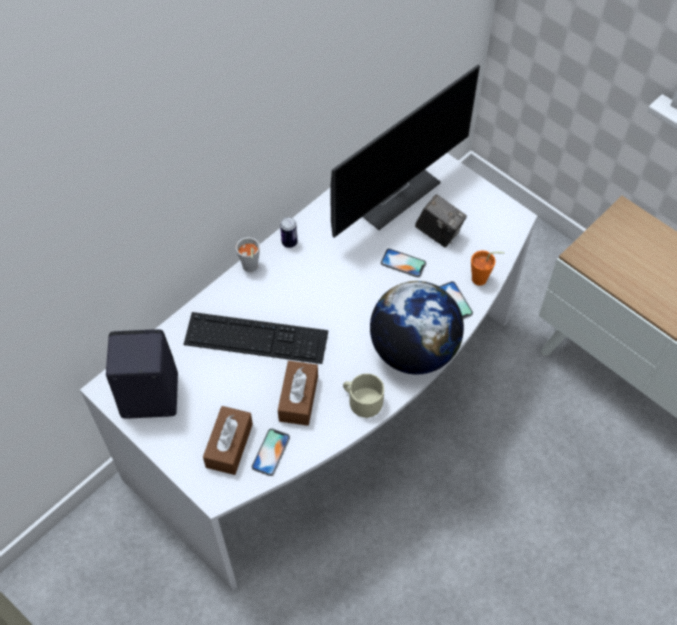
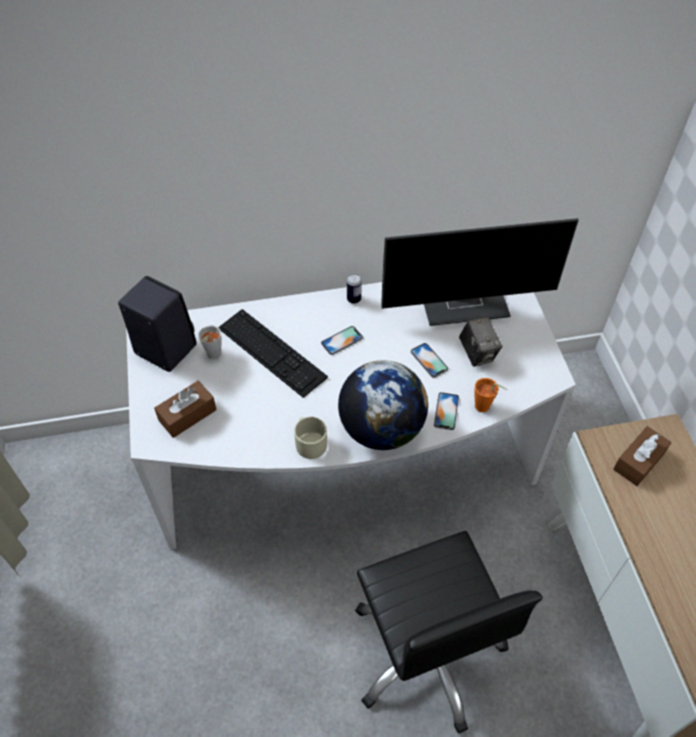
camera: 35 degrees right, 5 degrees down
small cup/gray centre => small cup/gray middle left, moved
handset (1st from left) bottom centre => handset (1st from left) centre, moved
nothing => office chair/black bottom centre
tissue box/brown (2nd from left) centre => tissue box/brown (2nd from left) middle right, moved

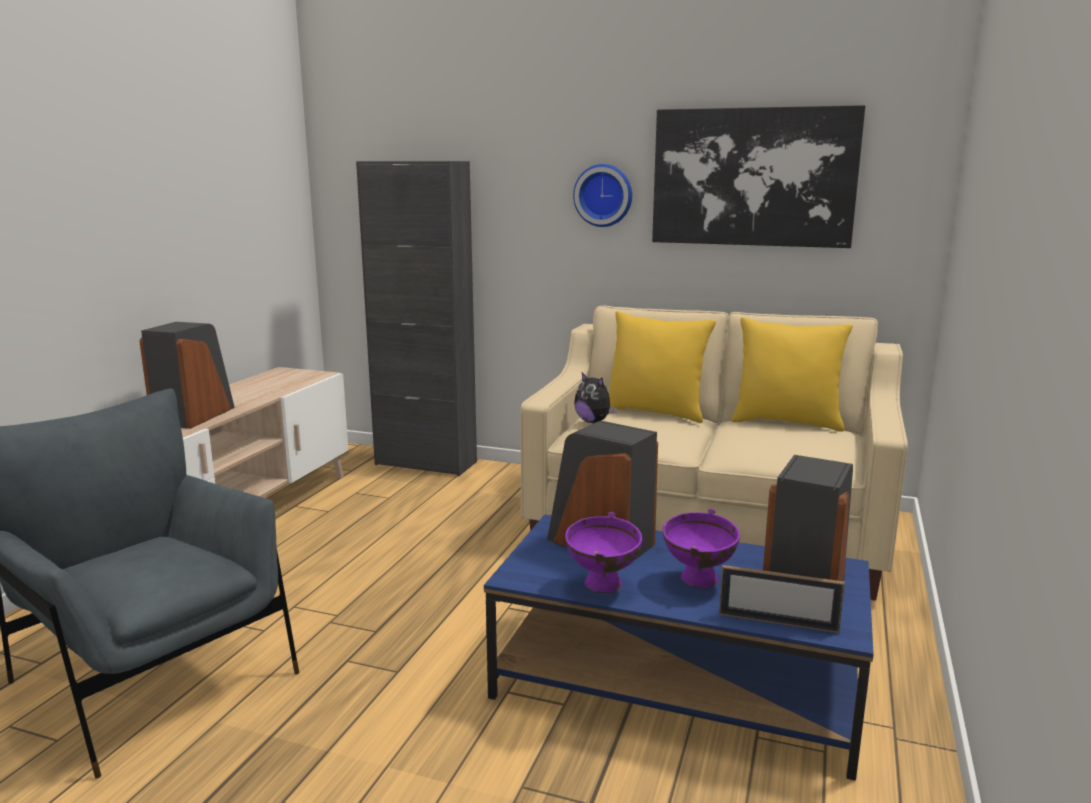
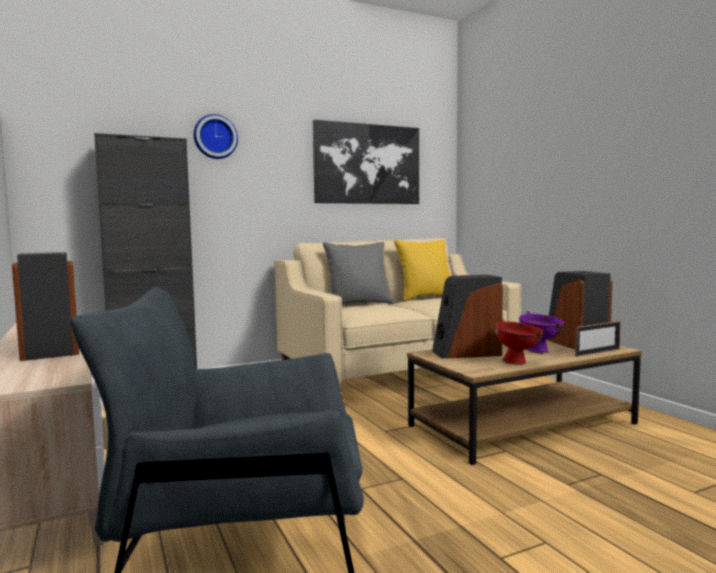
camera: 45 degrees left, 10 degrees down
hanging clock top centre => hanging clock top left, moved
throw pillow/yellow (1st from left) centre => throw pillow/gray centre
coffee table/blue bottom centre => coffee table/brown bottom right
deep dish/purple-coloured (1st from left) bottom centre => deep dish/red middle right
plush toy centre => nothing

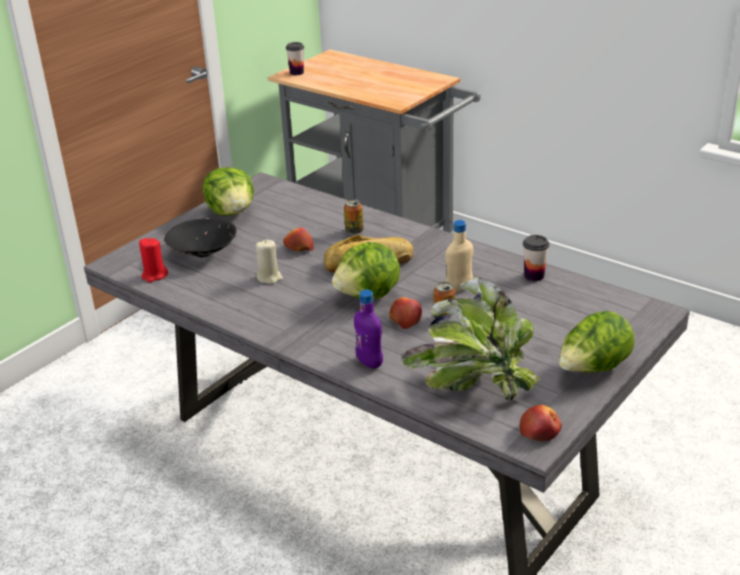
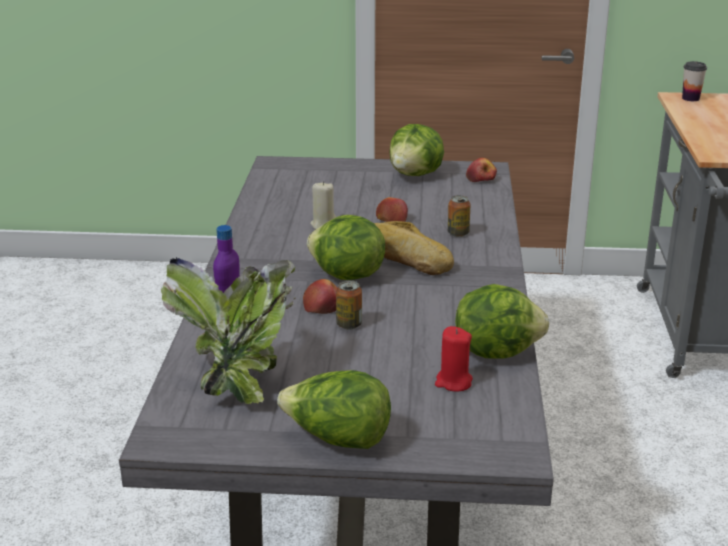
camera: 55 degrees right, 5 degrees down
wax light/red middle left => wax light/red centre, moved
small cup (2nd from left) middle right => lettuce head (4th from left) middle right
apple (3rd from left) bottom right => apple (3rd from left) top centre, moved
deep dish/black middle left => nothing
beverage bottle/beige-coloured centre => nothing

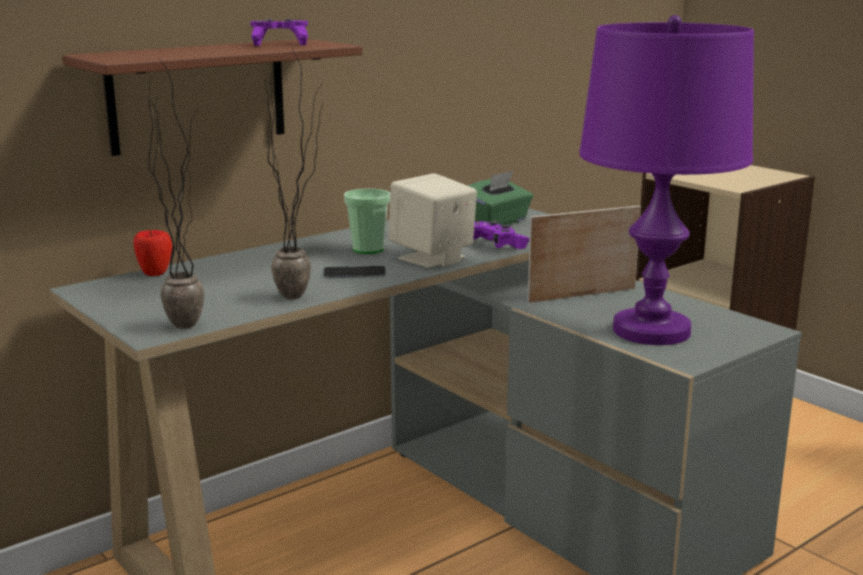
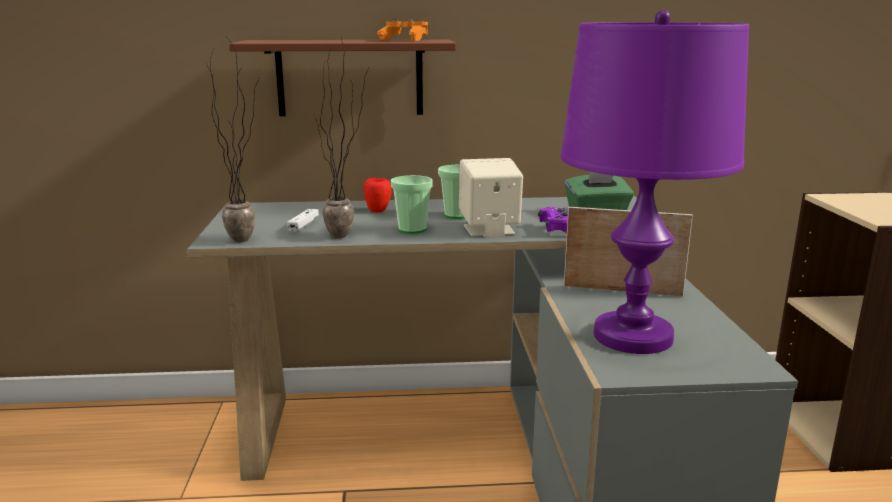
camera: 35 degrees right, 0 degrees up
nothing => gamepad/white centre
apple middle left => apple centre, moved
gamepad/purple-coloured (1st from left) top left => gamepad/orangey top centre
handset centre => small cup (1st from left) centre

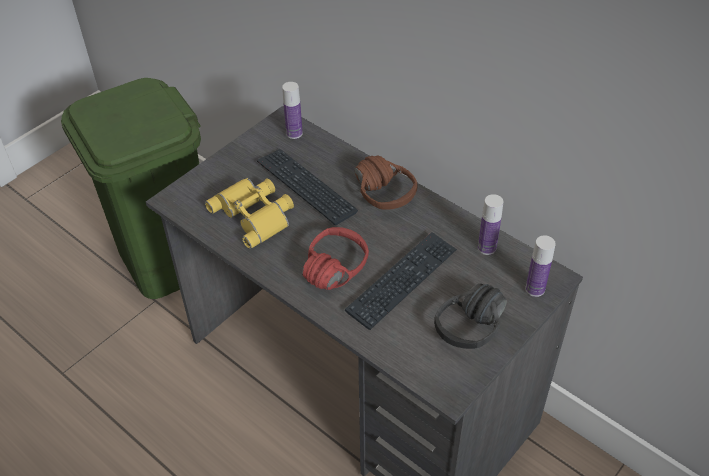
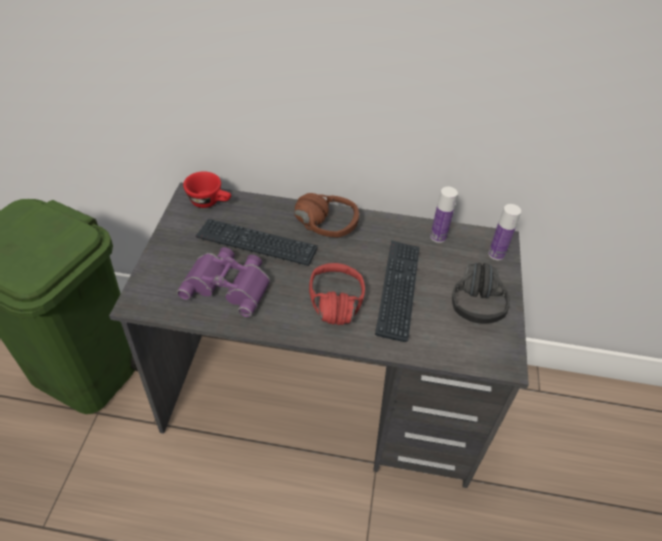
camera: 35 degrees left, 0 degrees up
pair of binoculars/yellow centre => pair of binoculars/purple-coloured centre
beverage bottle (1st from left) top centre => small cup/red middle left

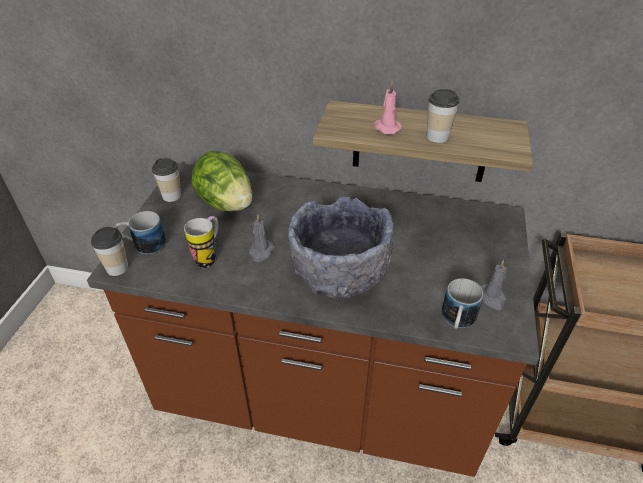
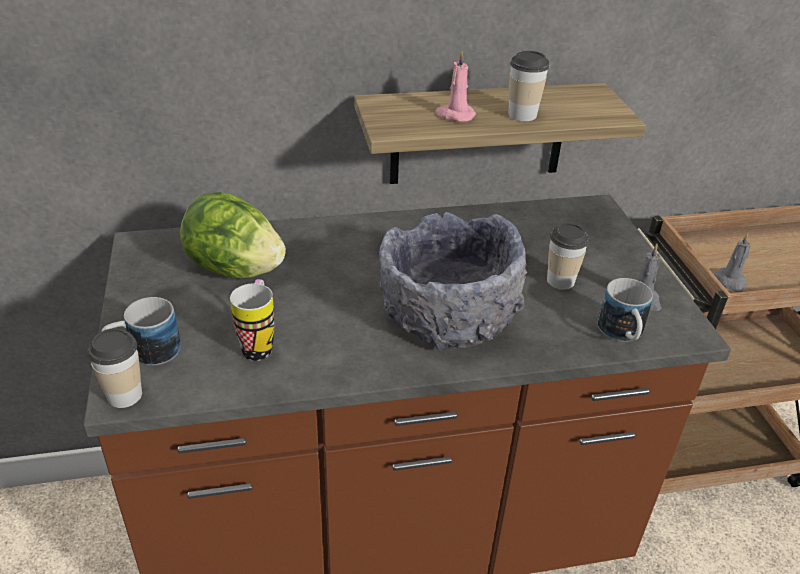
camera: 25 degrees left, 5 degrees down
small cup (2nd from left in the first image) middle left => small cup (3rd from left) middle right, moved
wax light/gray (1st from left in the first image) centre => wax light/gray (2nd from left) middle right, moved

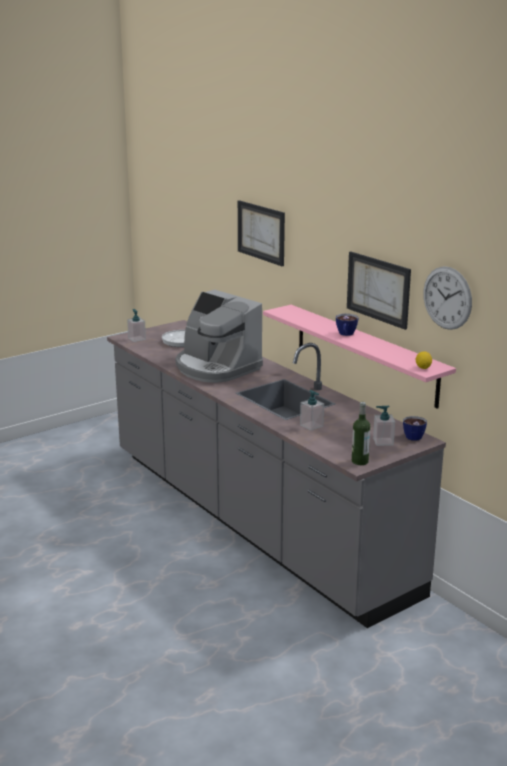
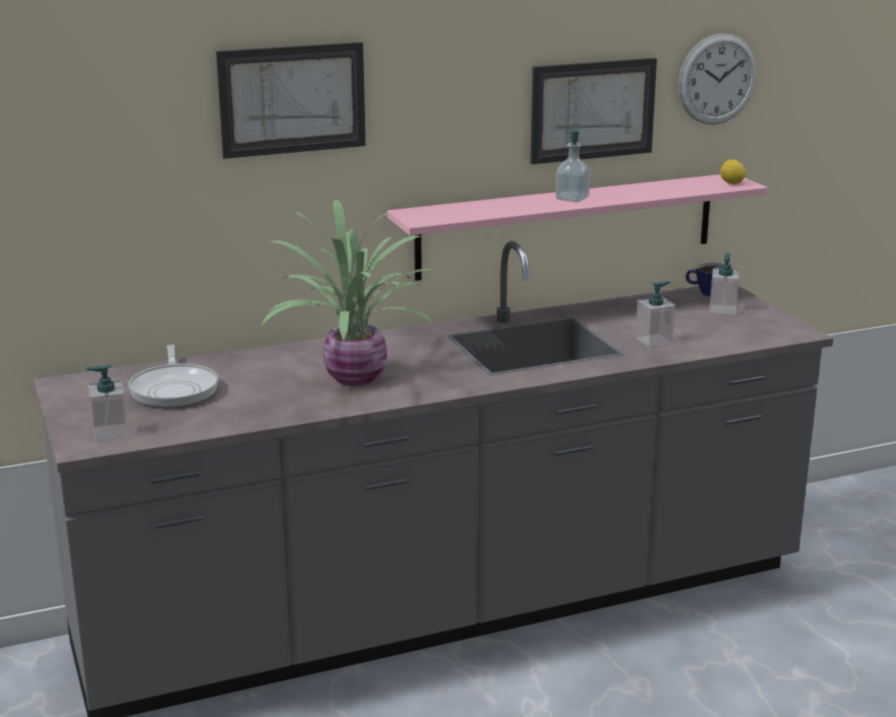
camera: 75 degrees left, 0 degrees up
coffee brewer centre => potted plant centre
small cup (1st from left) middle right => soap dispenser (2nd from left) top centre
beverage bottle middle right => nothing

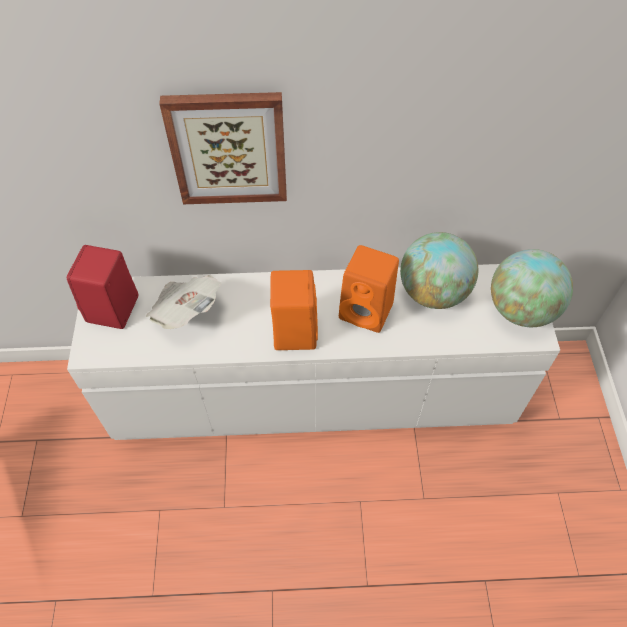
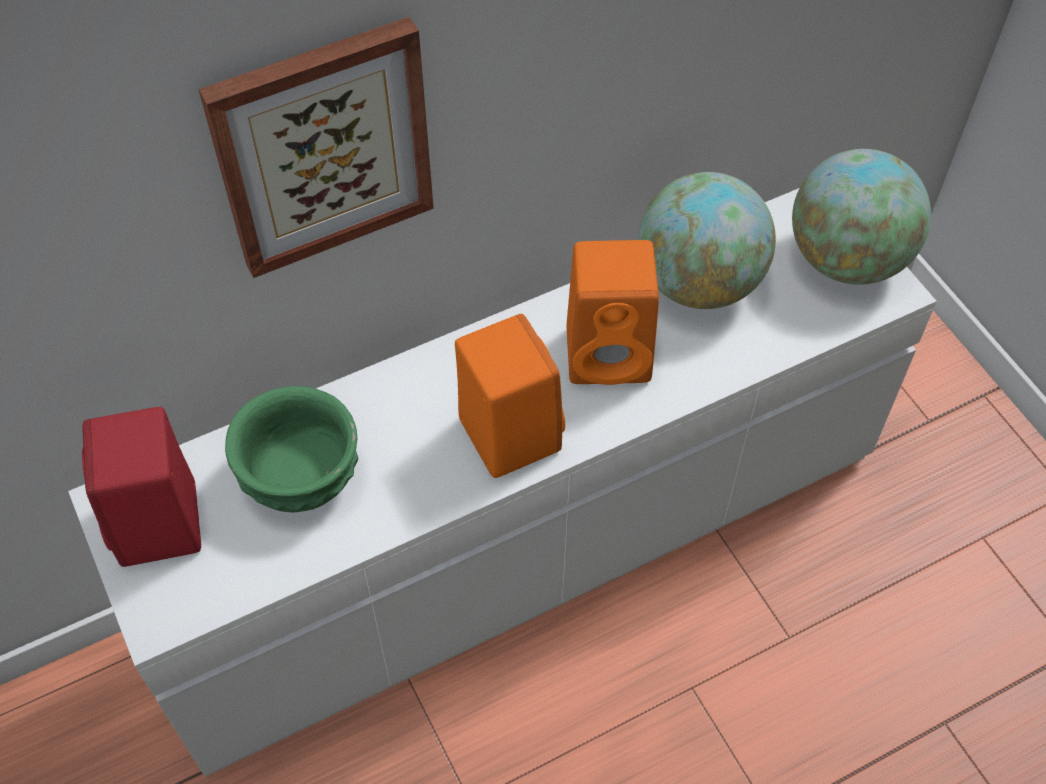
camera: 25 degrees left, 0 degrees up
printed paper middle left => deep dish/green middle left

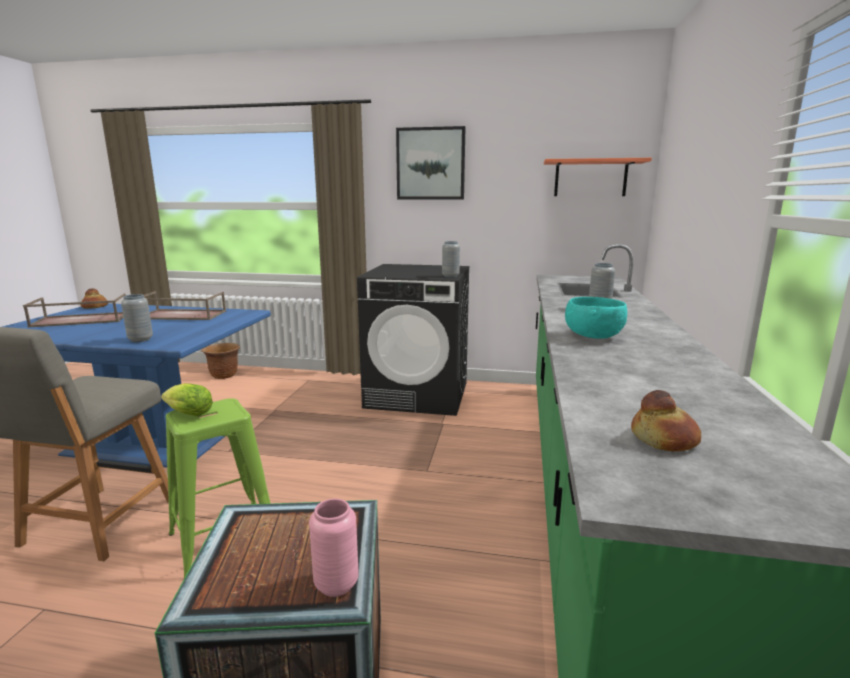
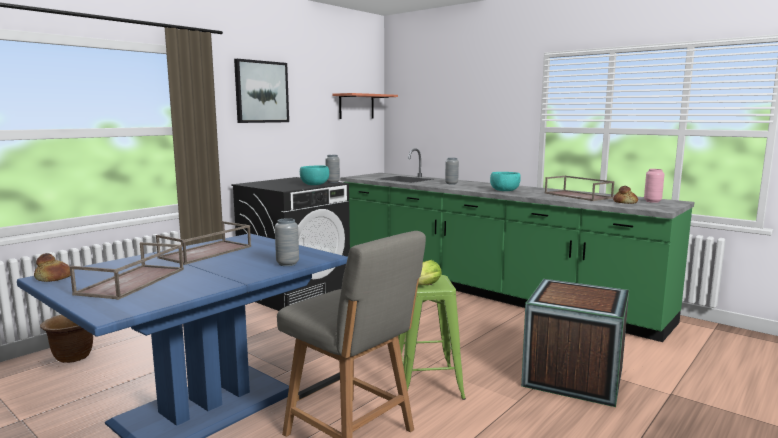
camera: 60 degrees left, 5 degrees down
nothing => deep dish/blue-green (1st from left) centre
nothing => serving tray/brown (3rd from left) middle right
decorative vase/pinkish bottom centre => decorative vase/pinkish middle right, moved

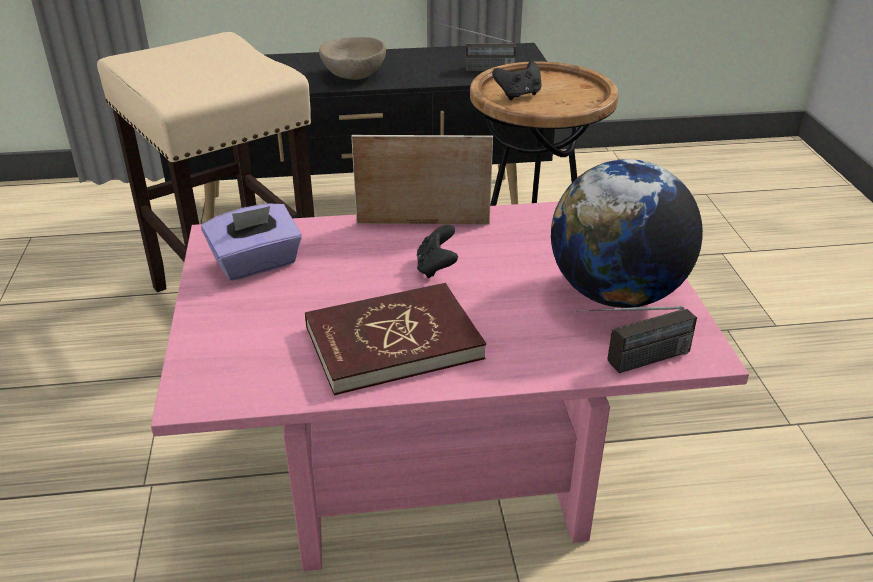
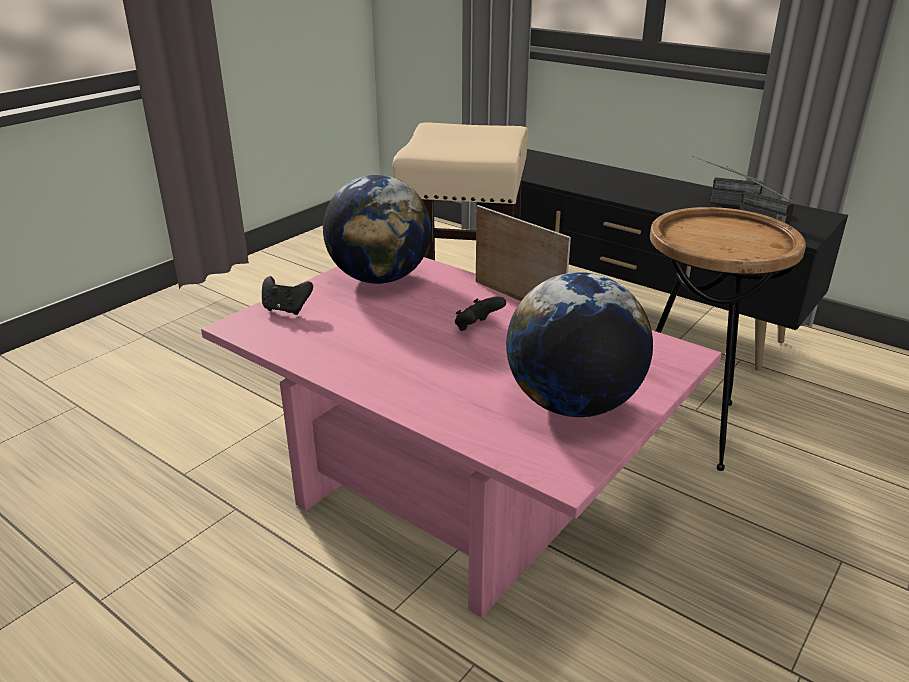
camera: 45 degrees right, 5 degrees down
gamepad/black (2nd from left in the first image) top centre => gamepad/black (1st from left) middle left, moved
tissue box/purple-coloured middle left => world globe (1st from left) centre
radio (2nd from left in the first image) middle right => radio (1st from left) top right, moved
bound book/red centre => nothing
deep dish/beige-coloured top centre => nothing

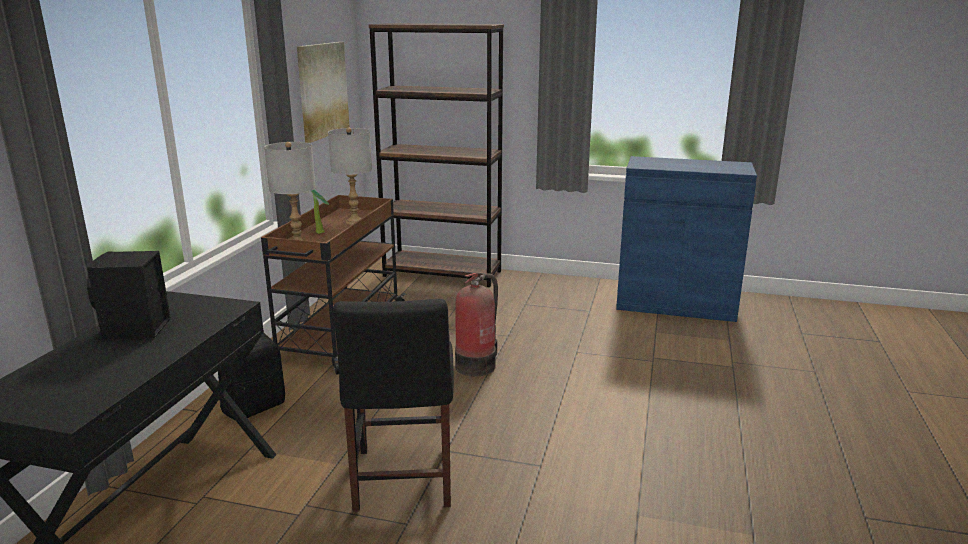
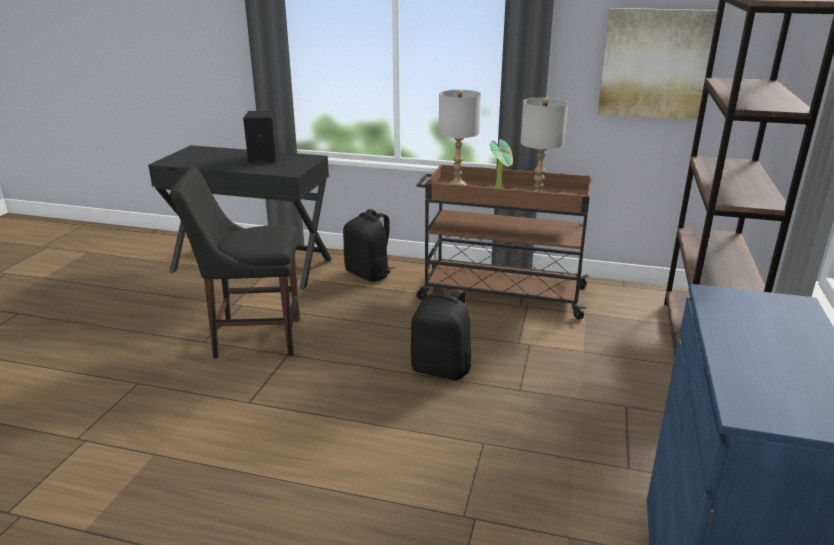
camera: 90 degrees right, 5 degrees up
fire extinguisher centre => backpack/black (2nd from left) centre

